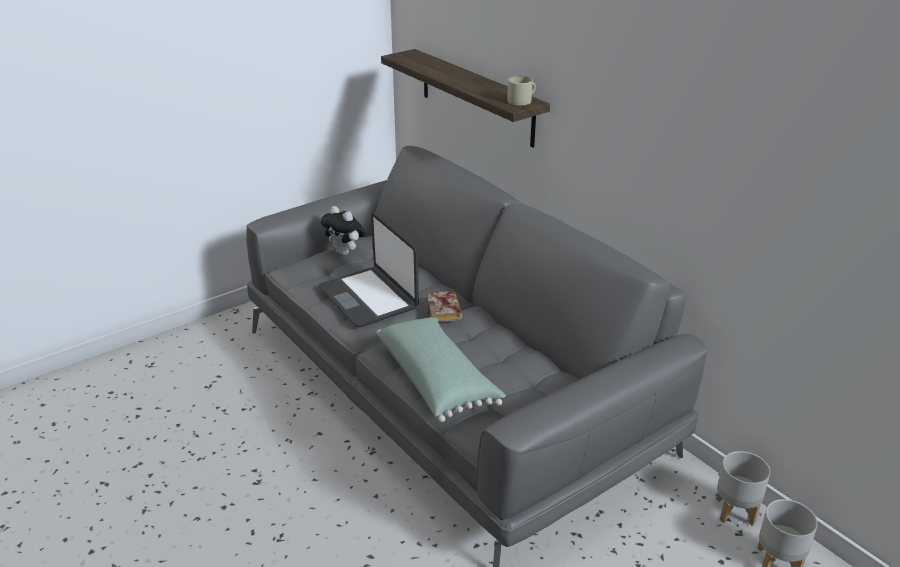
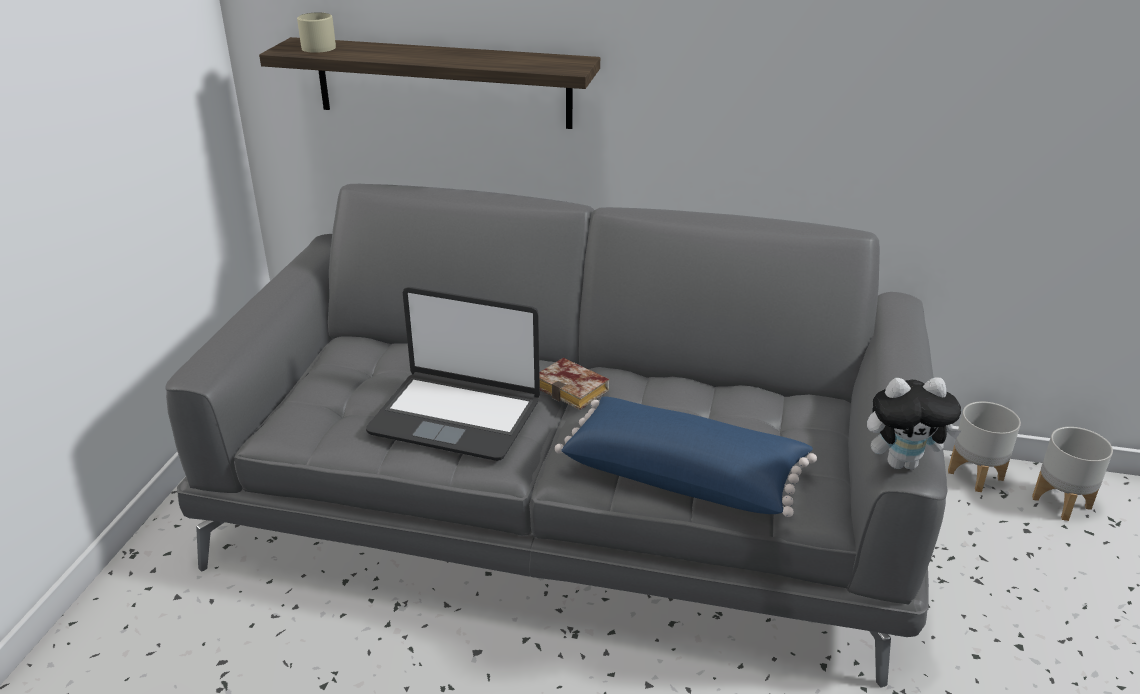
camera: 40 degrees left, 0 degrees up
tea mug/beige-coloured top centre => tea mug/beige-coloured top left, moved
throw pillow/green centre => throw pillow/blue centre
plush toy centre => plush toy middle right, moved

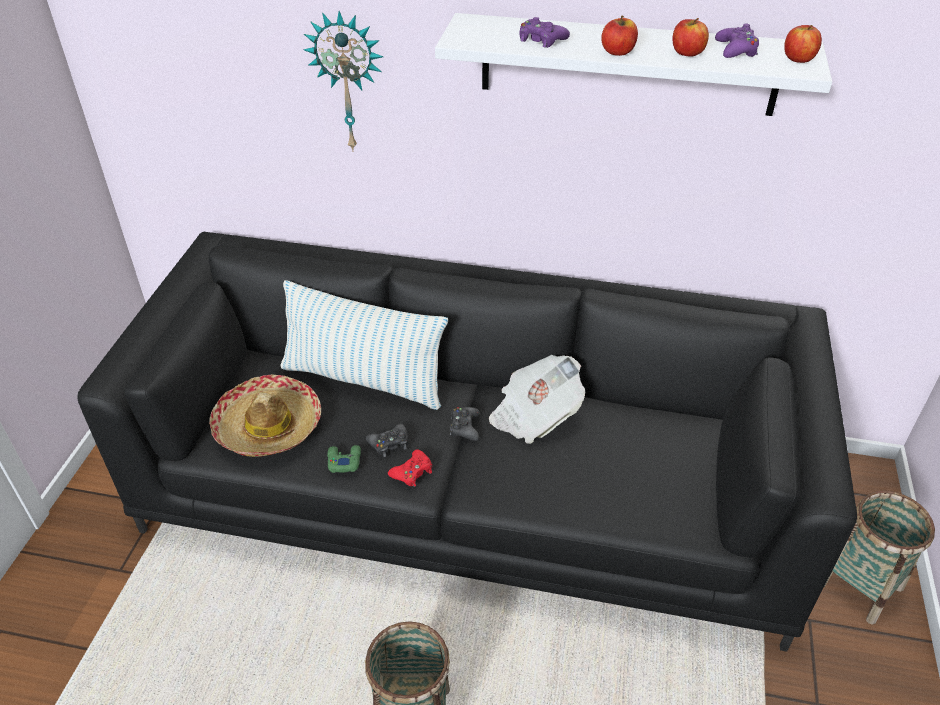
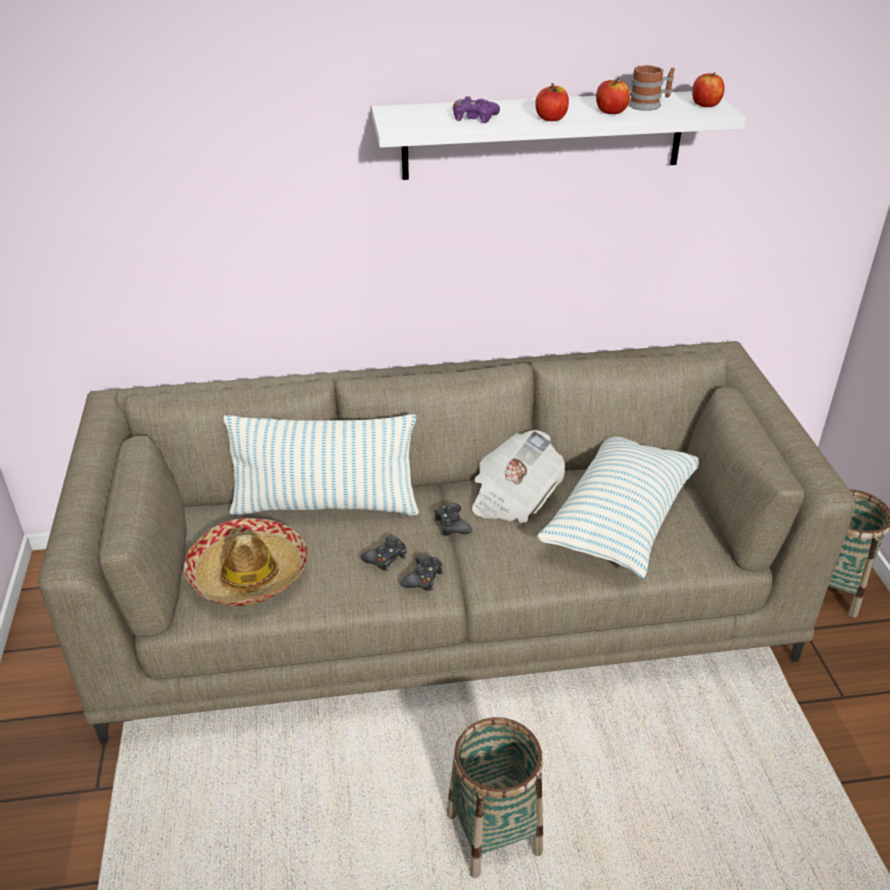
camera: 20 degrees left, 5 degrees down
settee/black centre => settee/beige-coloured centre
gamepad/red centre => gamepad/black (2nd from left) centre
nothing => throw pillow (2nd from left) middle right
gamepad/purple-coloured (2nd from left) top right => tea mug top right
hanging clock top centre => nothing
gamepad/green centre => nothing

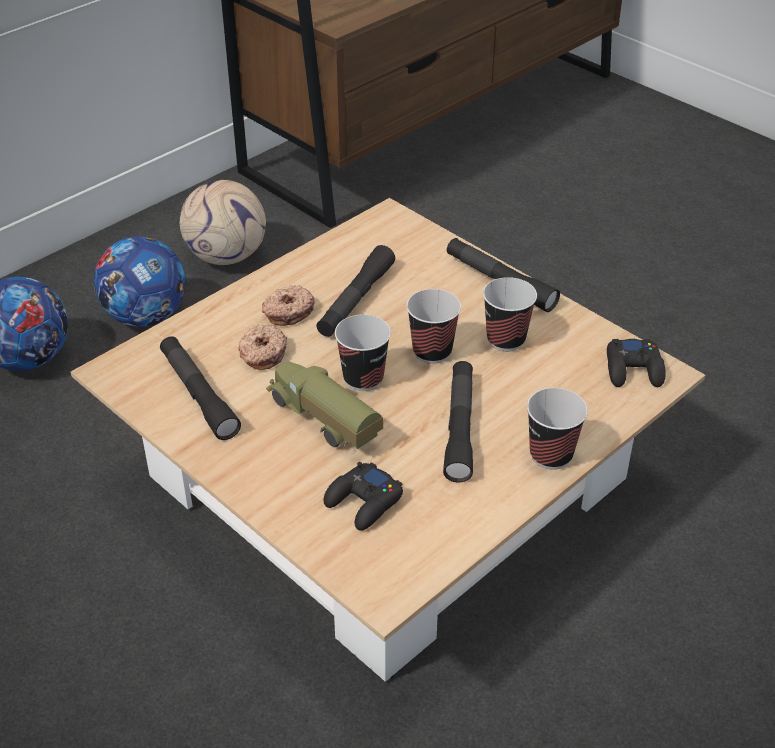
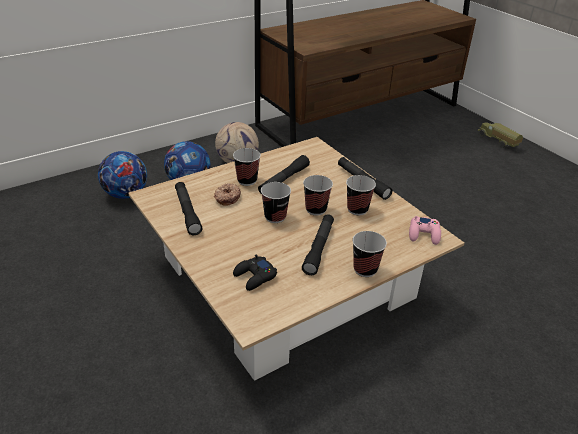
camera: 10 degrees right, 5 degrees down
doughnut (2nd from left) centre => small cup (1st from left) centre
gamepad/black (2nd from left) middle right => gamepad/pinkish middle right
model truck centre => model truck top right, moved

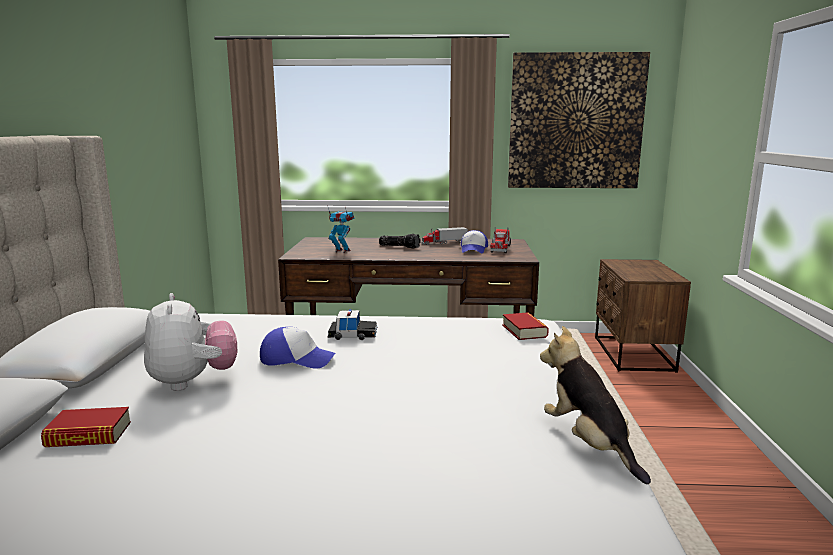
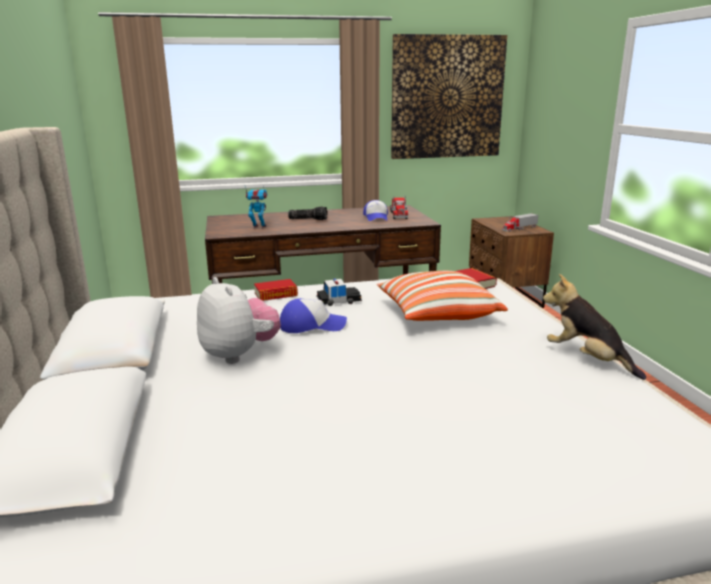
camera: 15 degrees left, 5 degrees up
bound book (1st from left) bottom left => bound book (1st from left) centre, moved
nothing => throw pillow centre
model truck (1st from left in the first image) centre => model truck (2nd from left) middle right, moved

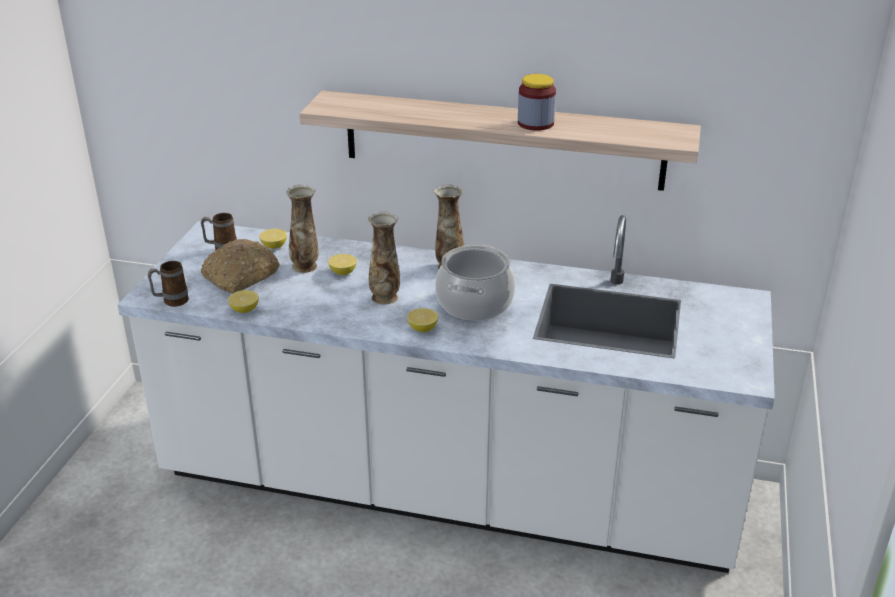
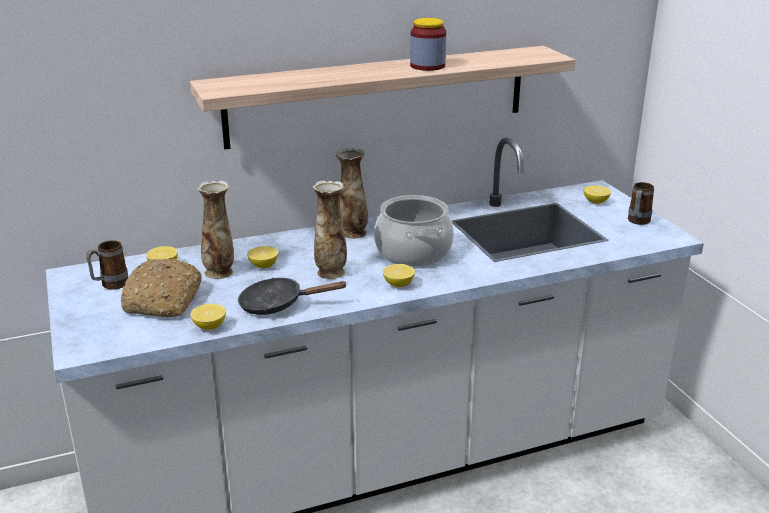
camera: 35 degrees left, 5 degrees down
nothing => skillet/black centre
nothing => lemon (5th from left) middle right
tea mug (1st from left in the first image) middle left => tea mug (2nd from left) middle right, moved

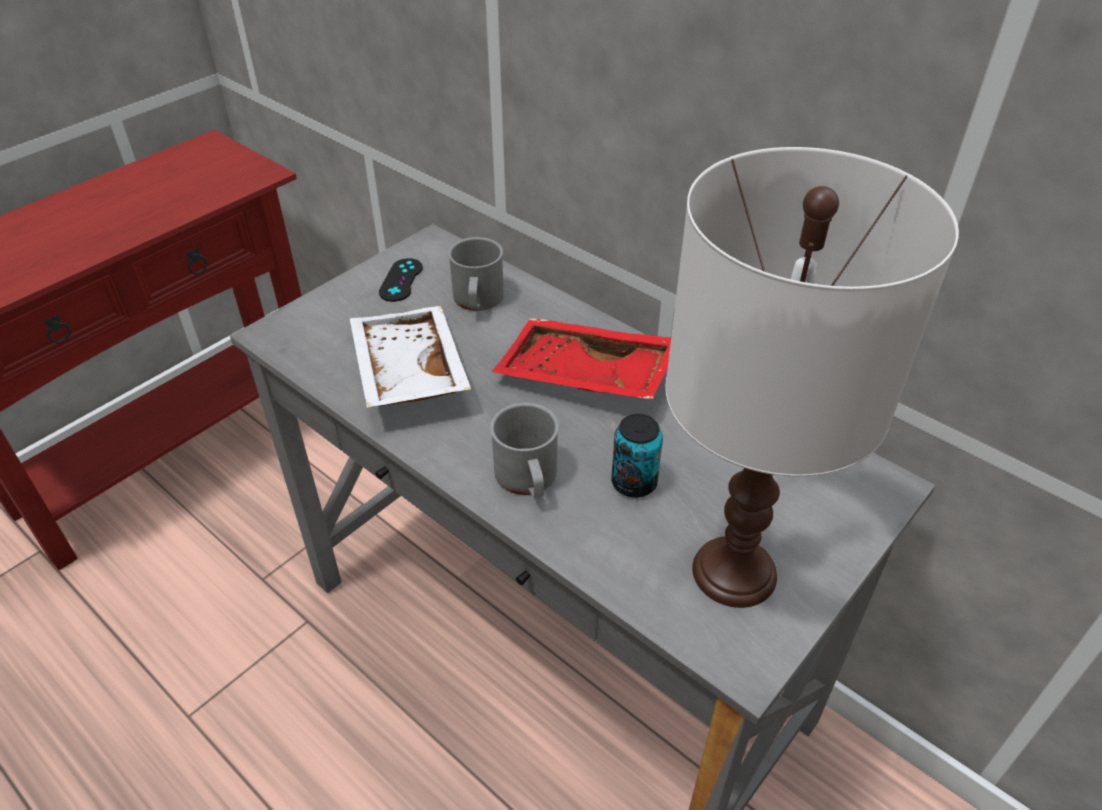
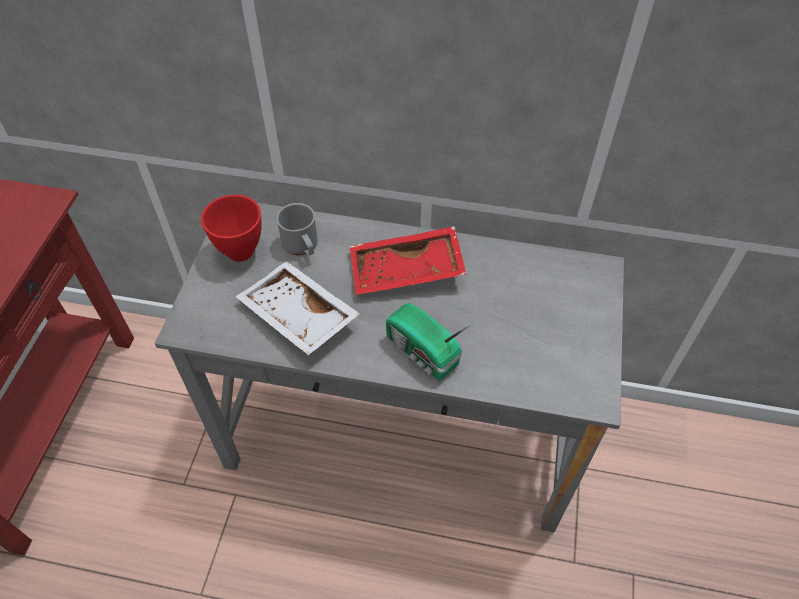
camera: 30 degrees left, 10 degrees up
gamepad/black centre => deep dish/red middle left
tea mug/gray (2nd from left) centre => radio centre
sealed can centre => nothing
tabletop lamp/white middle right => nothing

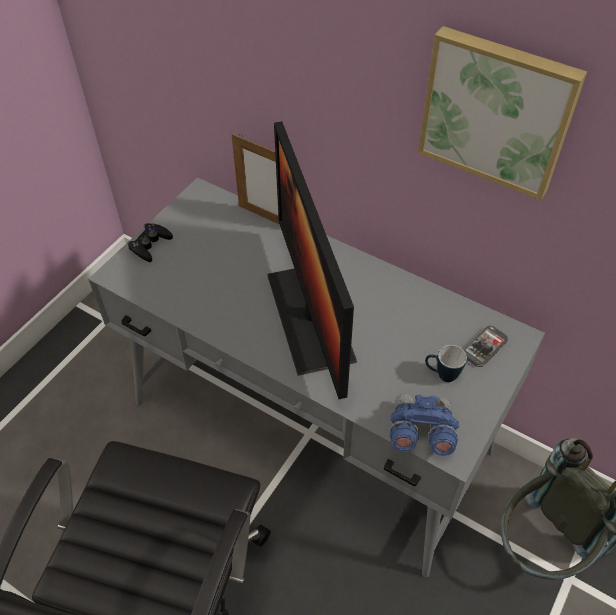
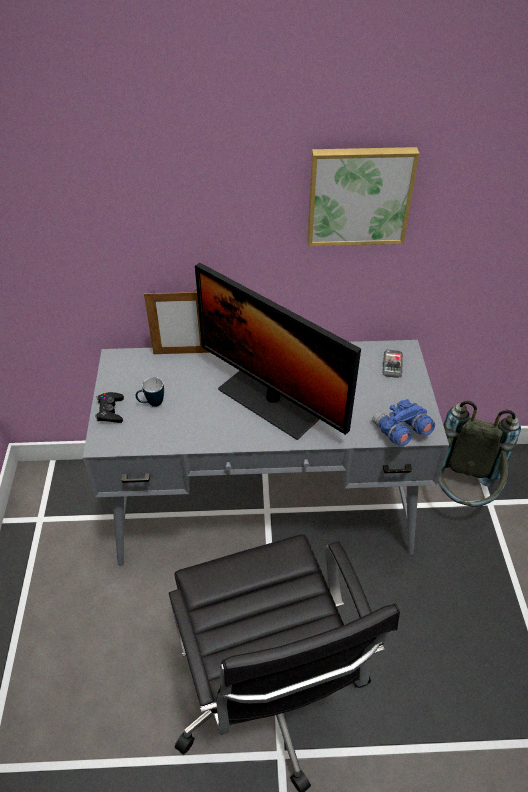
camera: 35 degrees left, 5 degrees down
tea mug middle right => tea mug middle left, moved

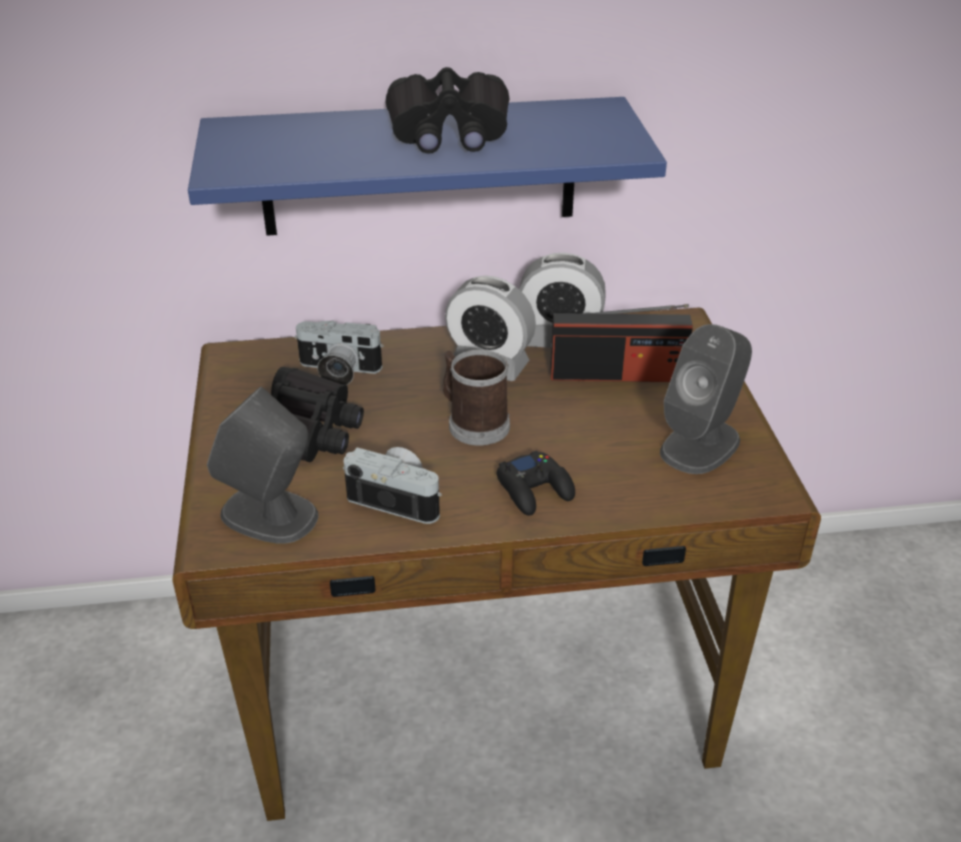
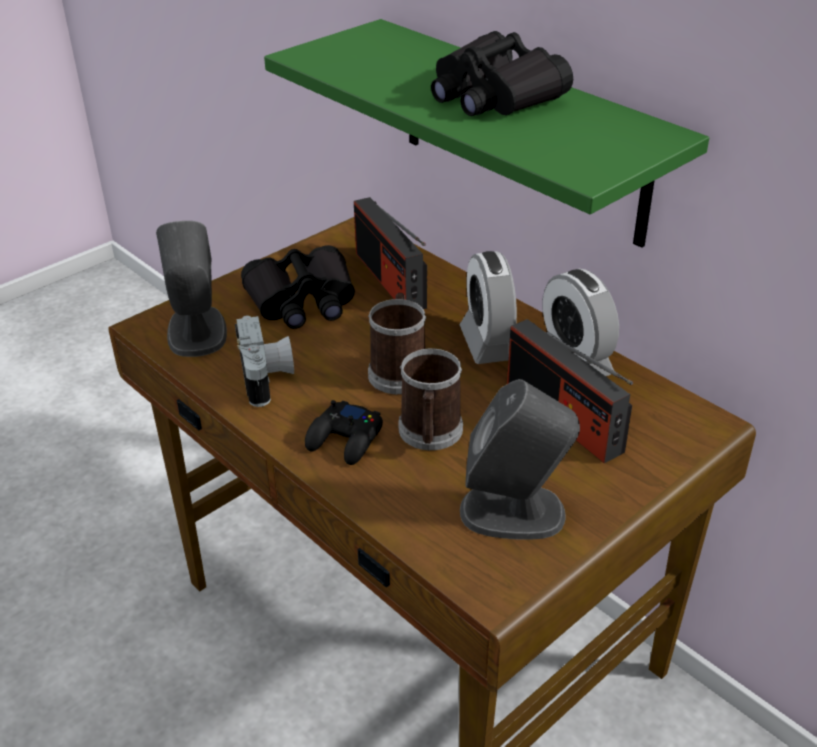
camera: 55 degrees right, 0 degrees up
shelf/blue top centre => shelf/green top centre
photo camera (1st from left) centre => radio (1st from left) centre
nothing => tea mug (2nd from left) centre

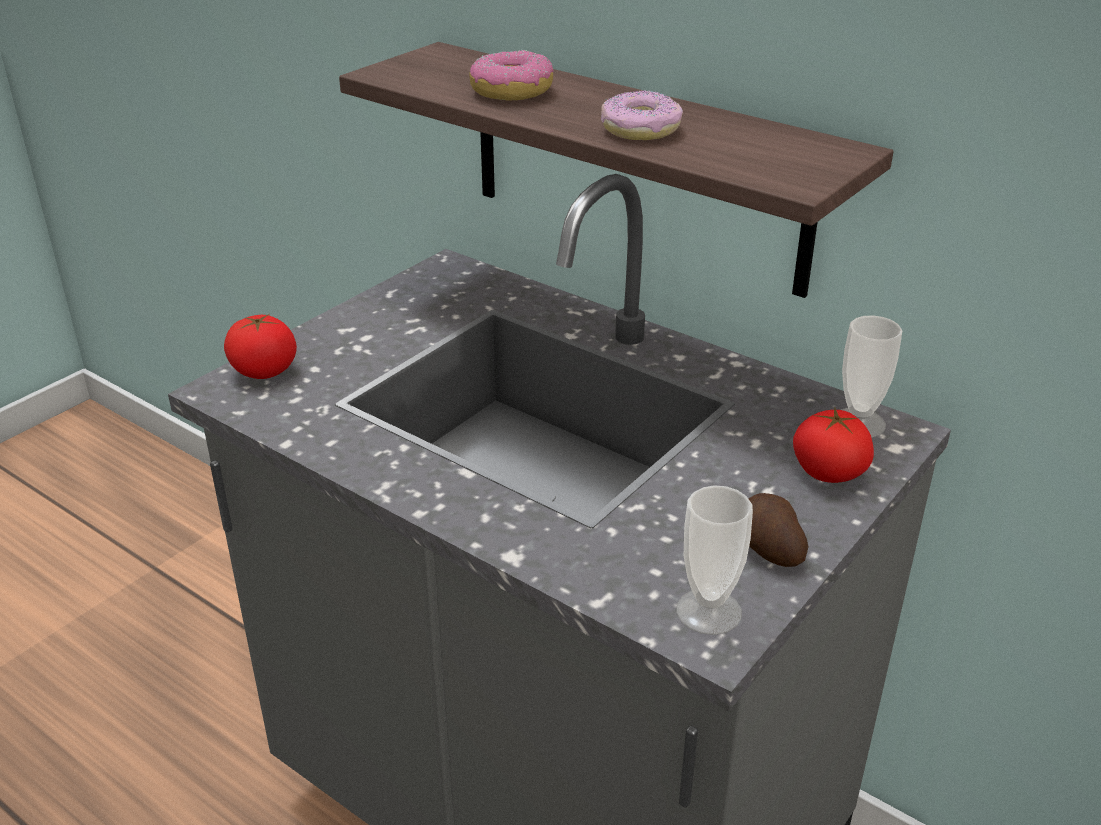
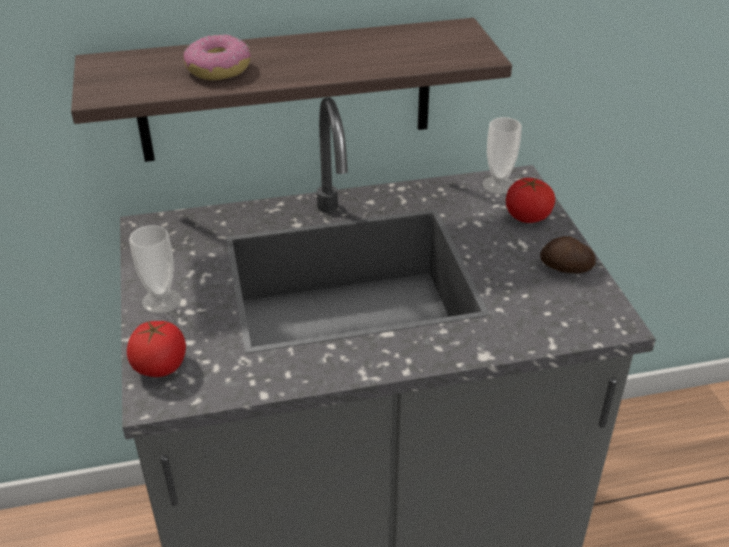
camera: 50 degrees left, 5 degrees up
small cup (1st from left) bottom centre => small cup (1st from left) middle left, moved
doughnut (2nd from left) top centre => nothing

